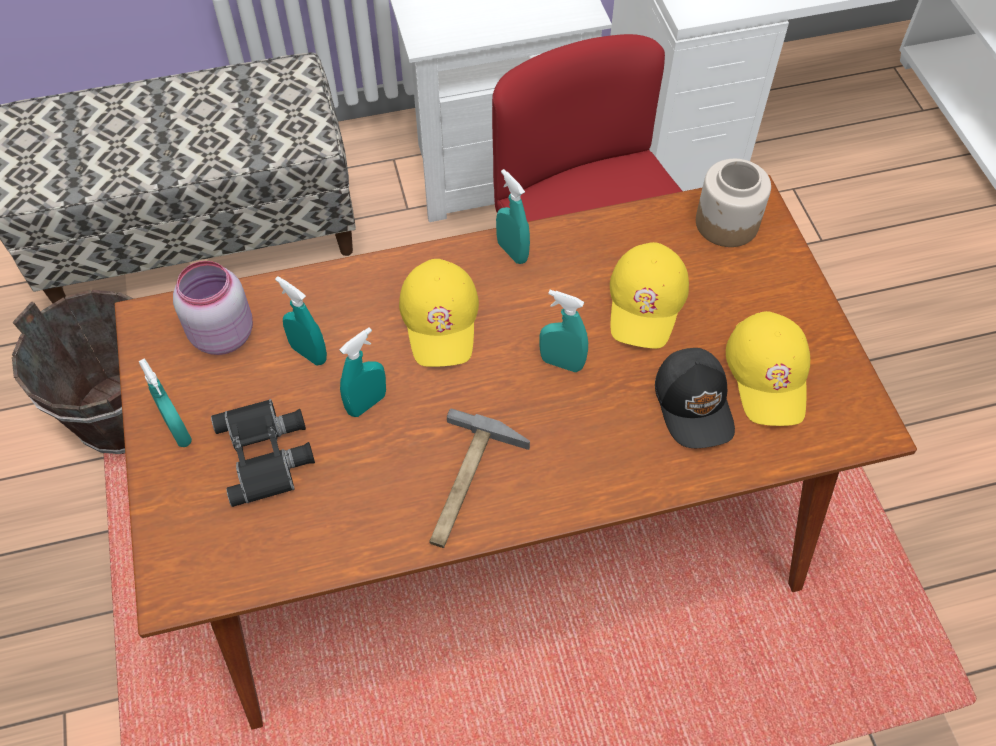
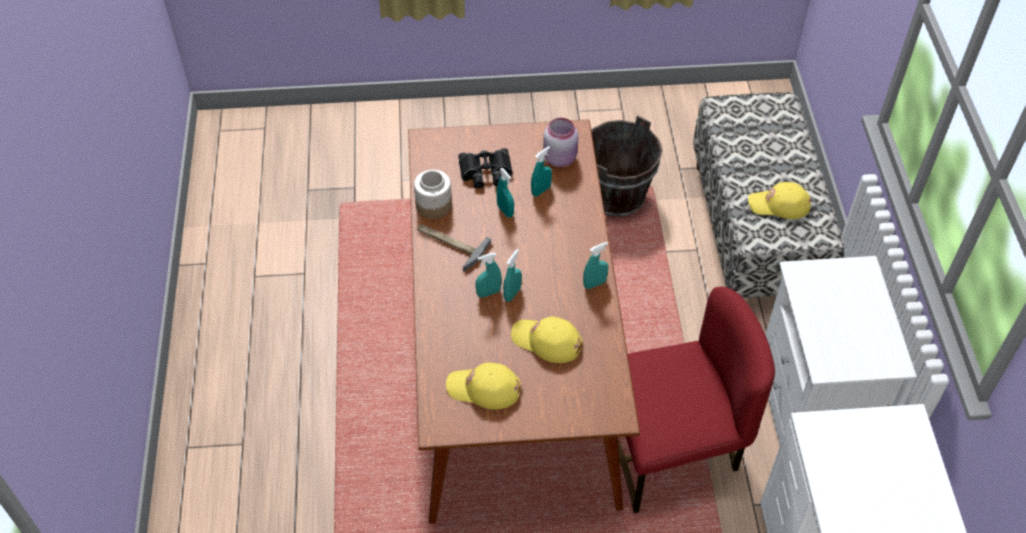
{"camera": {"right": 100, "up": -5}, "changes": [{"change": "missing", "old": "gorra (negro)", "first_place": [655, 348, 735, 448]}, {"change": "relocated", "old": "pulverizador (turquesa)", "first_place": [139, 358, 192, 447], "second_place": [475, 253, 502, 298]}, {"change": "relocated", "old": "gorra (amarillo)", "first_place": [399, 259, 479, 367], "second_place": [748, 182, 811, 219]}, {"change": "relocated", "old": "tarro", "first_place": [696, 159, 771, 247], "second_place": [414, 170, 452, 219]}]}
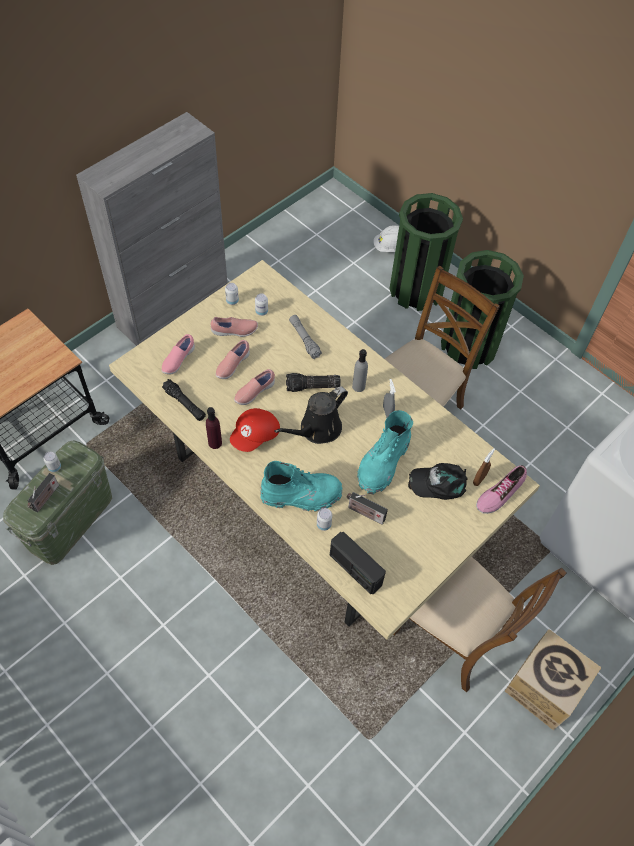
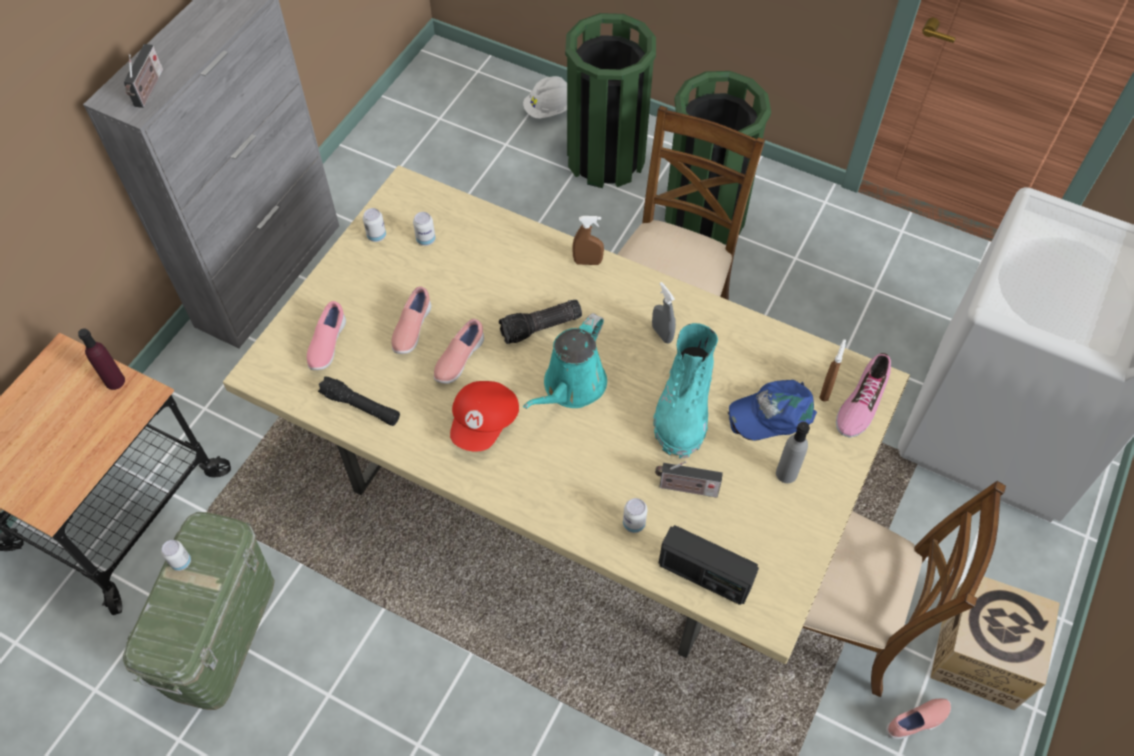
{"camera": {"right": -15, "up": 0}, "changes": [{"change": "missing", "old": "bota (turquesa)", "first_place": [260, 461, 342, 512]}, {"change": "missing", "old": "linterna (gris)", "first_place": [289, 315, 322, 359]}, {"change": "appeared", "new": "pulverizador (marrón)", "second_place": [572, 216, 604, 265]}, {"change": "relocated", "old": "radio", "first_place": [27, 473, 59, 513], "second_place": [124, 44, 163, 108]}, {"change": "relocated", "old": "botella (morado)", "first_place": [206, 407, 222, 449], "second_place": [78, 328, 125, 390]}, {"change": "relocated", "old": "zapato (rosa)", "first_place": [211, 317, 258, 337], "second_place": [886, 698, 951, 739]}, {"change": "relocated", "old": "botella (gris)", "first_place": [352, 349, 368, 392], "second_place": [776, 422, 810, 483]}, {"change": "colour", "old": "regadera (negro)", "new": "regadera (turquesa)", "first_place": [274, 386, 348, 444], "second_place": [523, 313, 607, 409]}, {"change": "colour", "old": "gorra (negro)", "new": "gorra (azul)", "first_place": [408, 463, 468, 500], "second_place": [728, 380, 817, 441]}]}
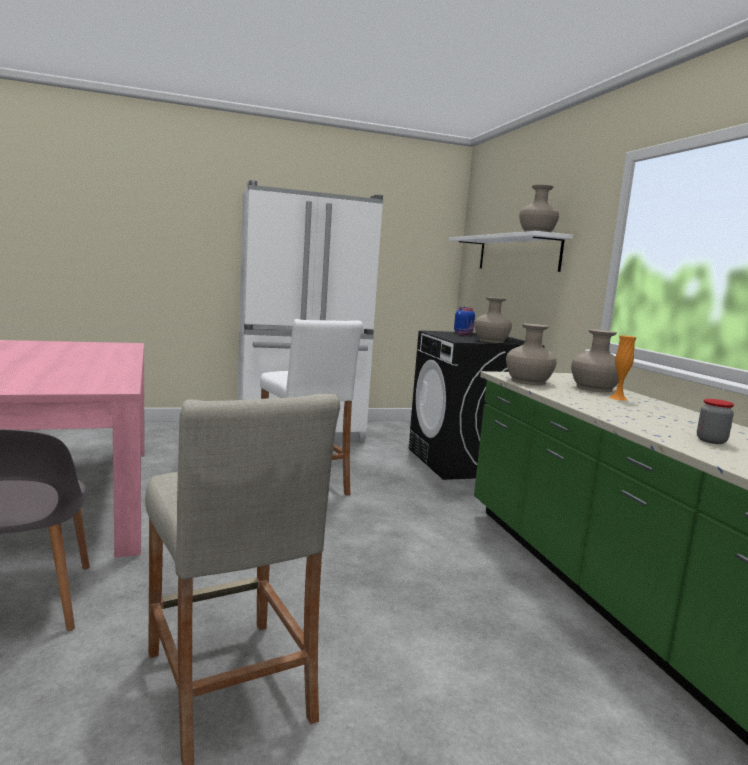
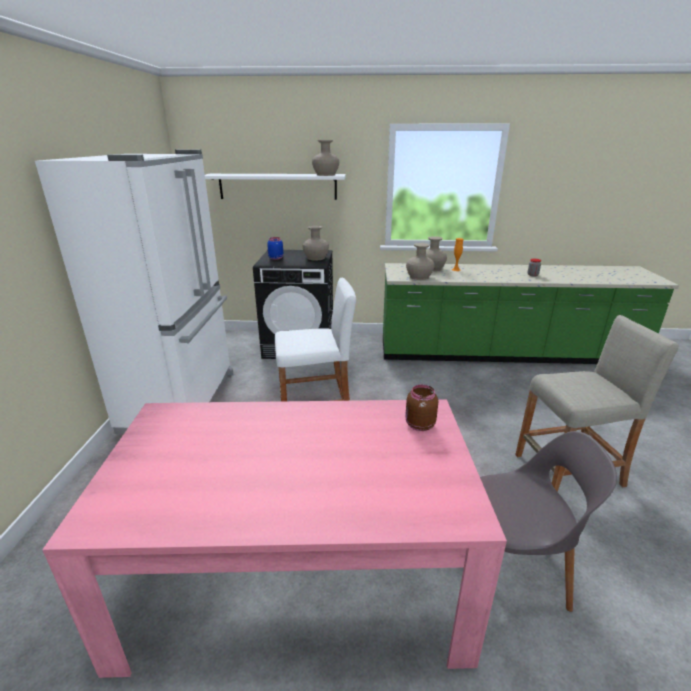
{"camera": {"right": -70, "up": 15}, "changes": [{"change": "appeared", "new": "tarro (marrón)", "second_place": [405, 385, 438, 431]}]}
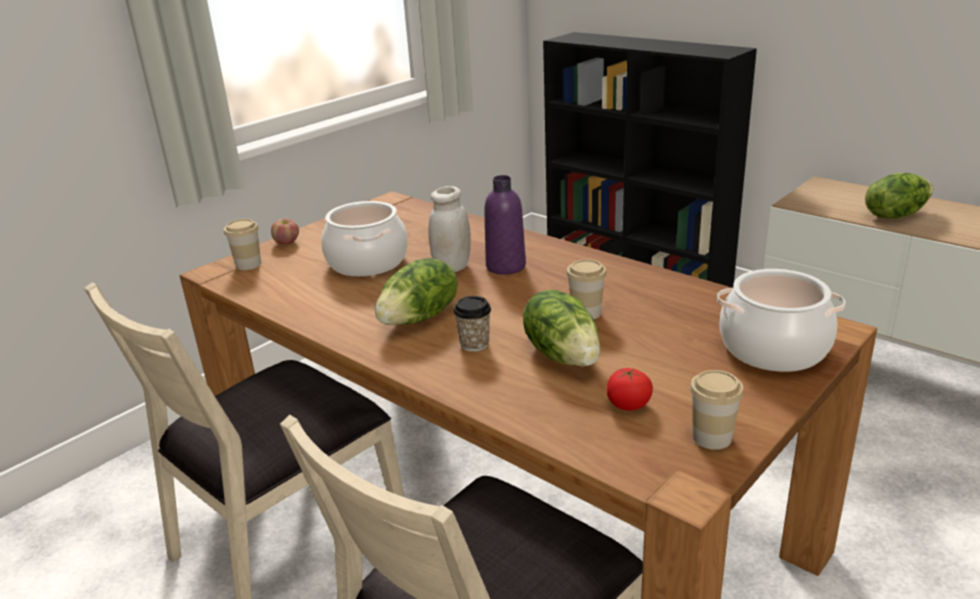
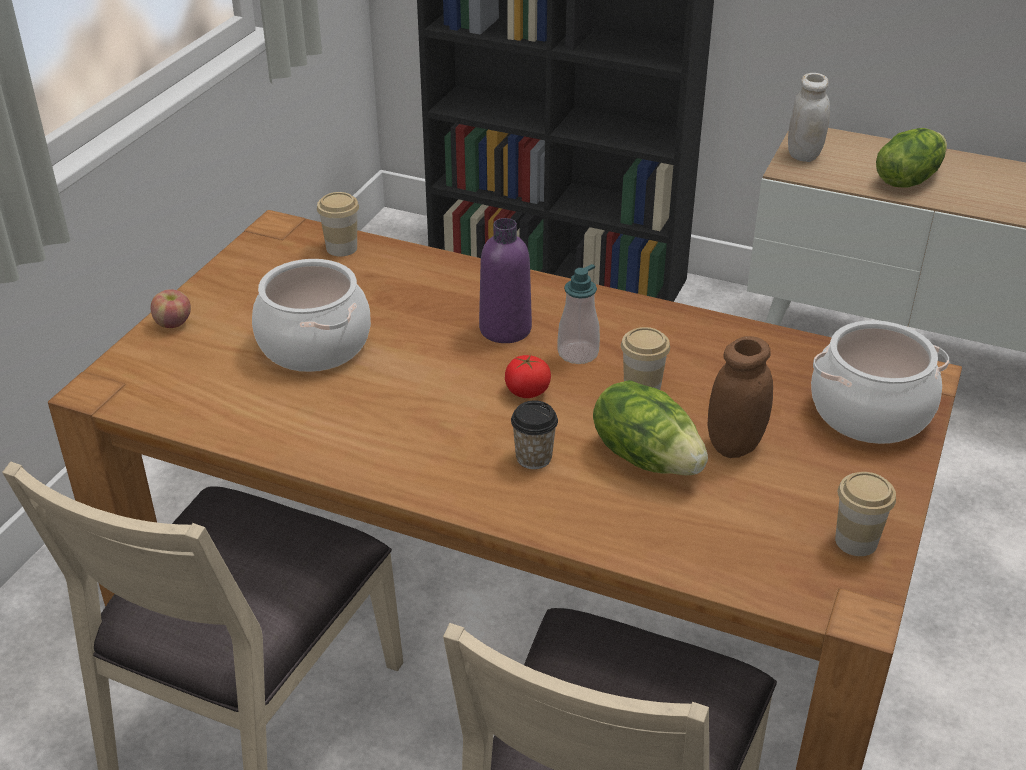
{"camera": {"right": -20, "up": 10}, "changes": [{"change": "missing", "old": "lechuga", "first_place": [375, 258, 458, 325]}, {"change": "appeared", "new": "dispensador de jabón", "second_place": [557, 264, 600, 364]}, {"change": "appeared", "new": "tarro (marrón)", "second_place": [707, 336, 773, 458]}, {"change": "relocated", "old": "taza", "first_place": [224, 219, 261, 270], "second_place": [317, 192, 359, 257]}, {"change": "relocated", "old": "tarro (blanco)", "first_place": [429, 186, 471, 272], "second_place": [788, 73, 830, 162]}, {"change": "relocated", "old": "tomate", "first_place": [607, 368, 653, 411], "second_place": [505, 355, 551, 398]}]}
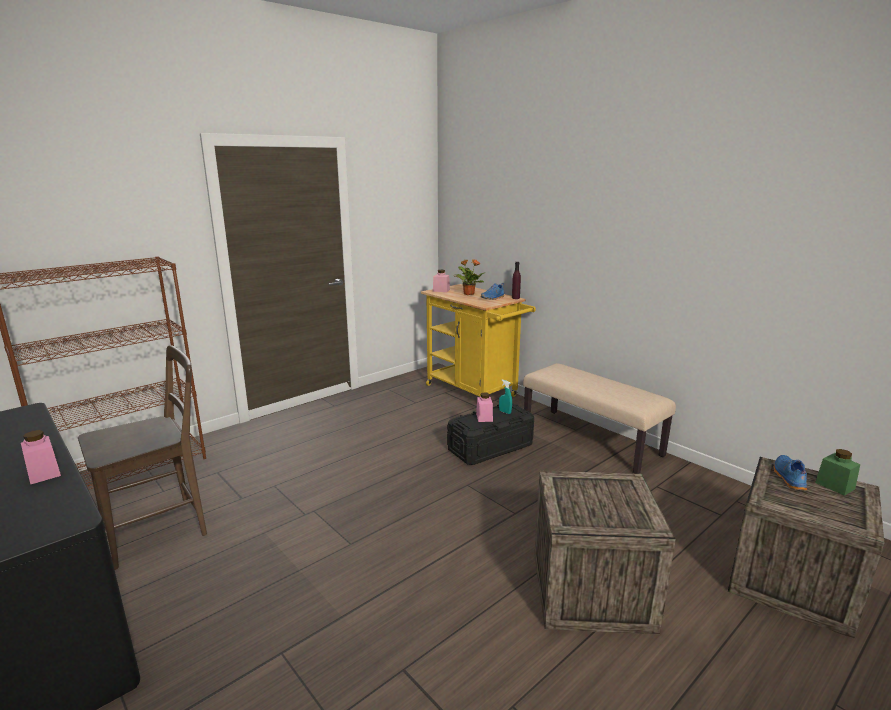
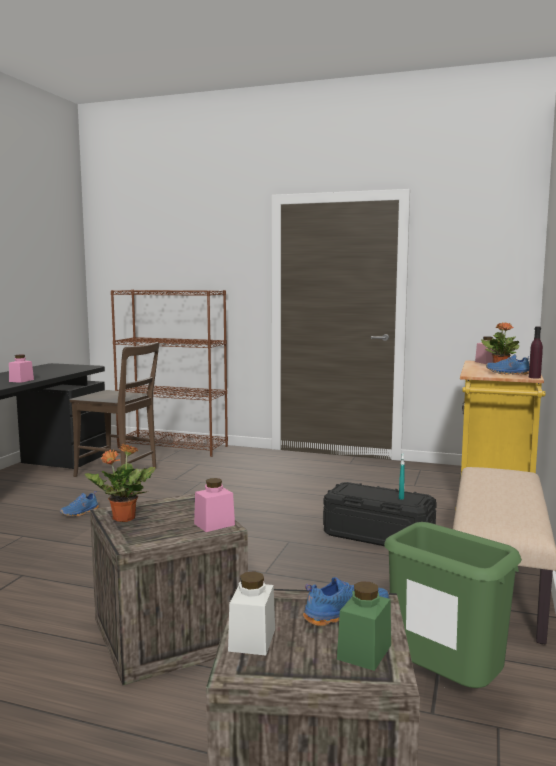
{"camera": {"right": 60, "up": -10}, "changes": [{"change": "appeared", "new": "zapato (azul)", "second_place": [60, 491, 99, 517]}, {"change": "appeared", "new": "planta en maceta", "second_place": [85, 444, 156, 522]}, {"change": "appeared", "new": "tarro (blanco)", "second_place": [228, 571, 275, 656]}, {"change": "appeared", "new": "papelera (verde)", "second_place": [384, 522, 522, 688]}, {"change": "relocated", "old": "tarro (rosa)", "first_place": [476, 392, 493, 422], "second_place": [194, 478, 235, 532]}]}
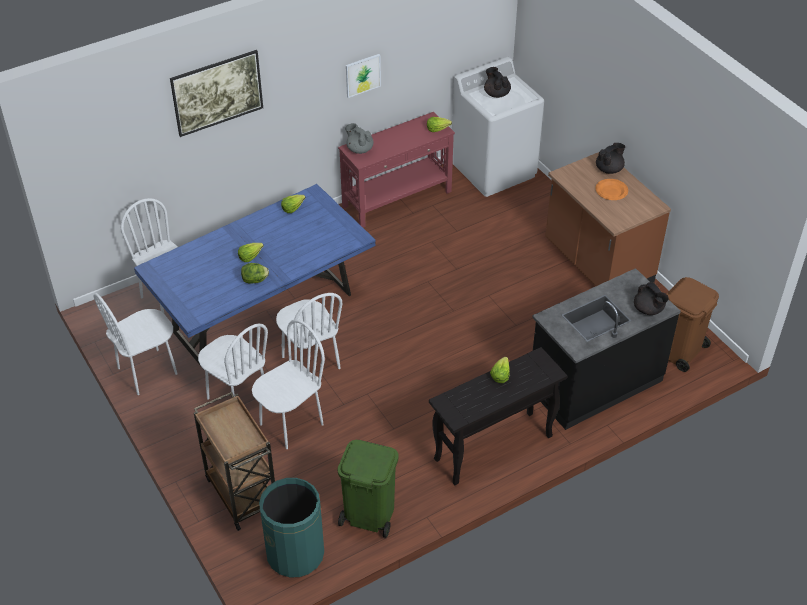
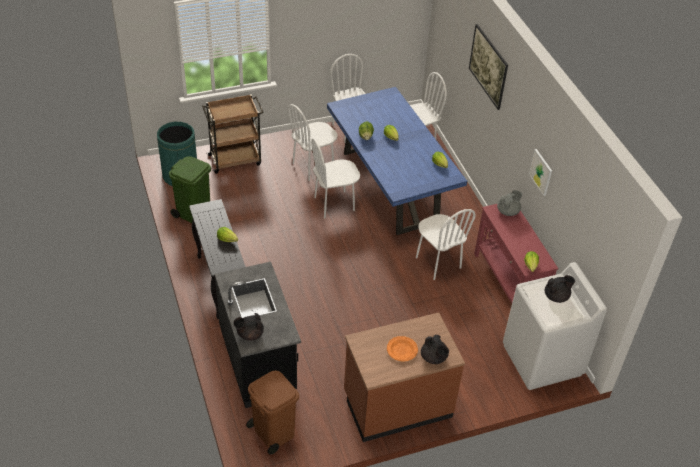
{"camera": {"right": 100, "up": 0}, "changes": [{"change": "relocated", "old": "silla (blanco)", "first_place": [252, 319, 325, 449], "second_place": [416, 209, 476, 280]}]}
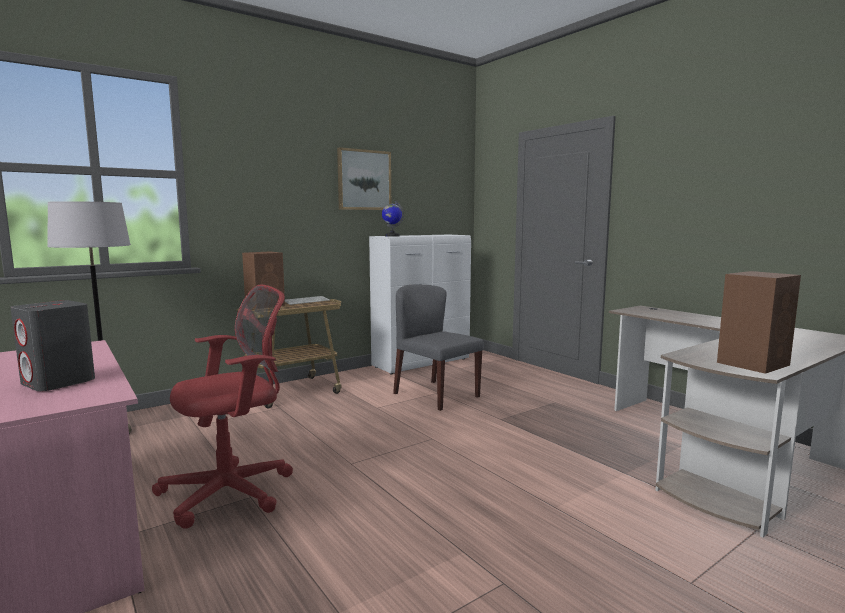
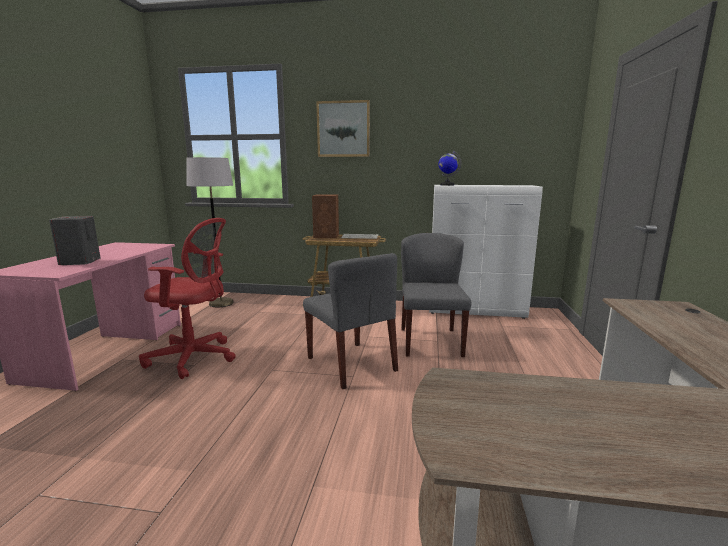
{"camera": {"right": 45, "up": 5}, "changes": [{"change": "missing", "old": "altavoz (marrón)", "first_place": [717, 271, 801, 374]}, {"change": "appeared", "new": "silla (gris)", "second_place": [303, 253, 398, 389]}, {"change": "relocated", "old": "cuadro", "first_place": [337, 147, 391, 210], "second_place": [316, 100, 370, 157]}]}
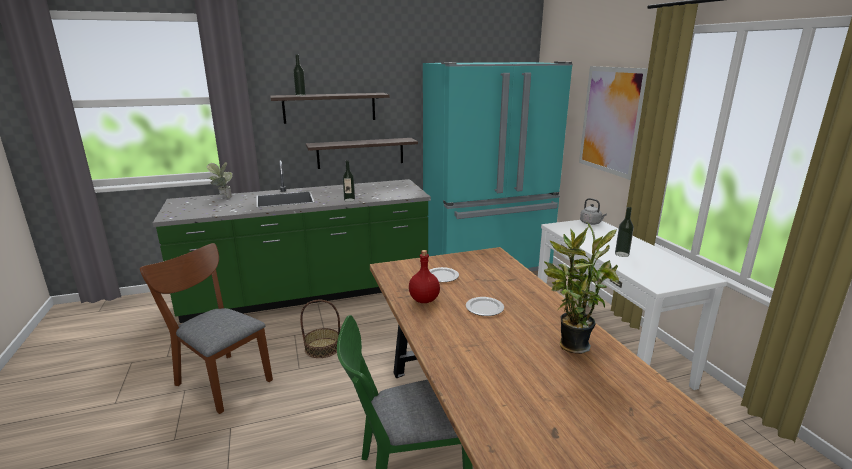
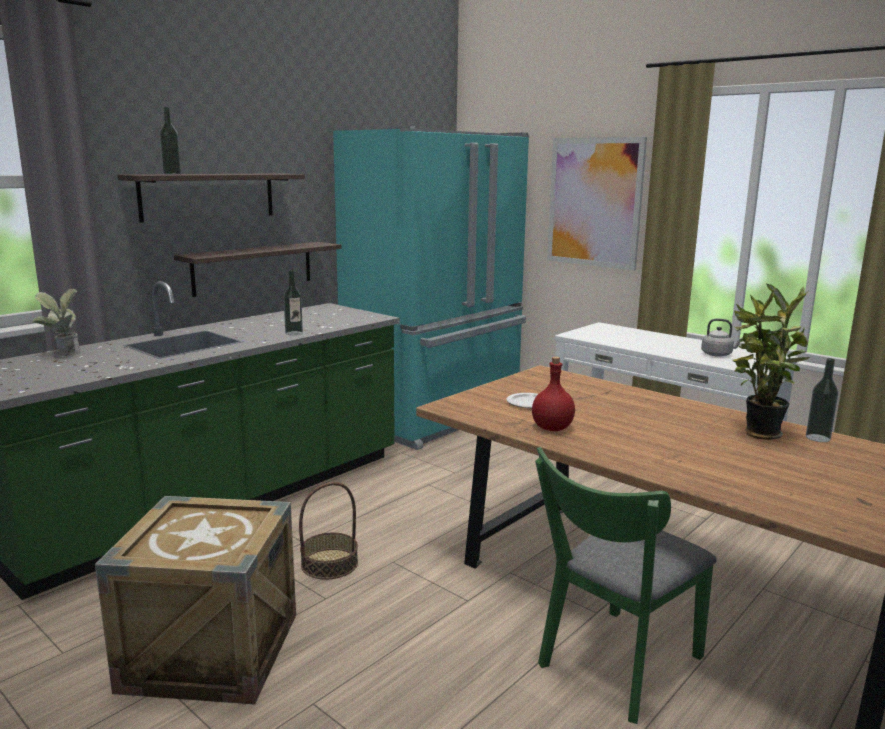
{"camera": {"right": -30, "up": -5}, "changes": [{"change": "missing", "old": "plato", "first_place": [466, 297, 504, 316]}, {"change": "relocated", "old": "hervidor (gris)", "first_place": [580, 198, 607, 225], "second_place": [701, 319, 743, 357]}, {"change": "relocated", "old": "botella", "first_place": [615, 207, 634, 257], "second_place": [806, 358, 838, 442]}, {"change": "exchanged", "old": "silla (marrón)", "new": "caja de embalaje", "first_place": [140, 243, 273, 414], "second_place": [95, 496, 296, 705]}]}
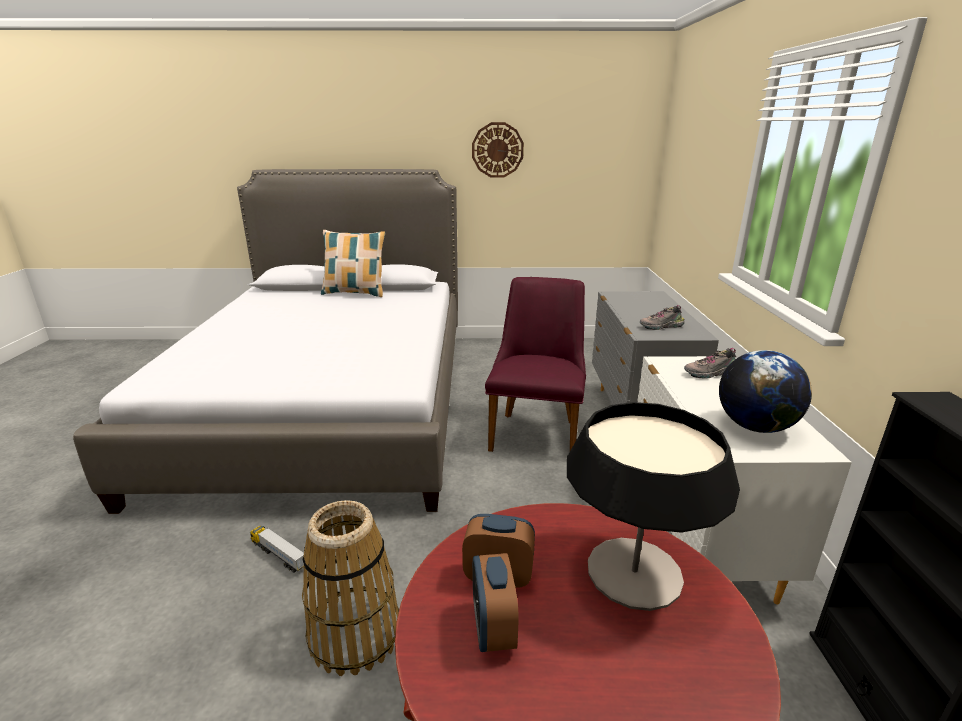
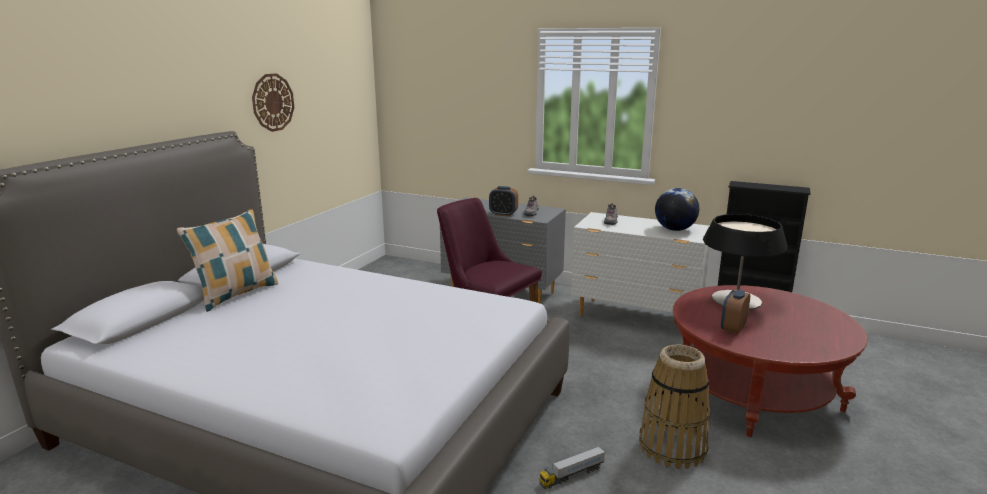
{"camera": {"right": -65, "up": -5}, "changes": [{"change": "relocated", "old": "despertador", "first_place": [473, 553, 519, 652], "second_place": [489, 186, 518, 216]}]}
